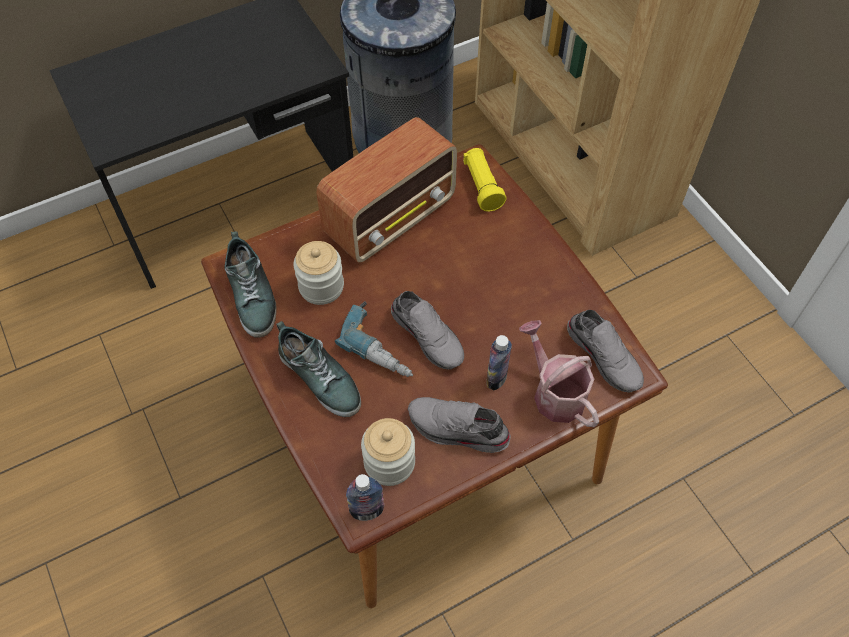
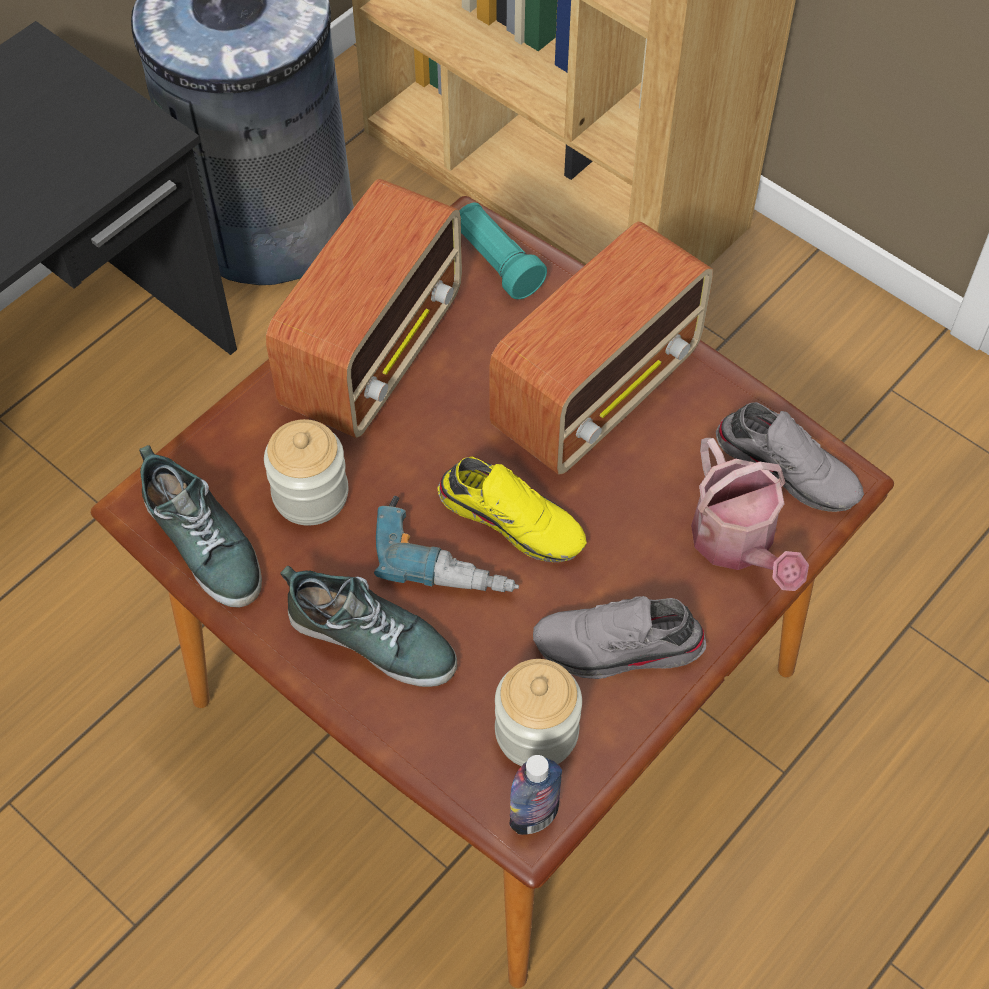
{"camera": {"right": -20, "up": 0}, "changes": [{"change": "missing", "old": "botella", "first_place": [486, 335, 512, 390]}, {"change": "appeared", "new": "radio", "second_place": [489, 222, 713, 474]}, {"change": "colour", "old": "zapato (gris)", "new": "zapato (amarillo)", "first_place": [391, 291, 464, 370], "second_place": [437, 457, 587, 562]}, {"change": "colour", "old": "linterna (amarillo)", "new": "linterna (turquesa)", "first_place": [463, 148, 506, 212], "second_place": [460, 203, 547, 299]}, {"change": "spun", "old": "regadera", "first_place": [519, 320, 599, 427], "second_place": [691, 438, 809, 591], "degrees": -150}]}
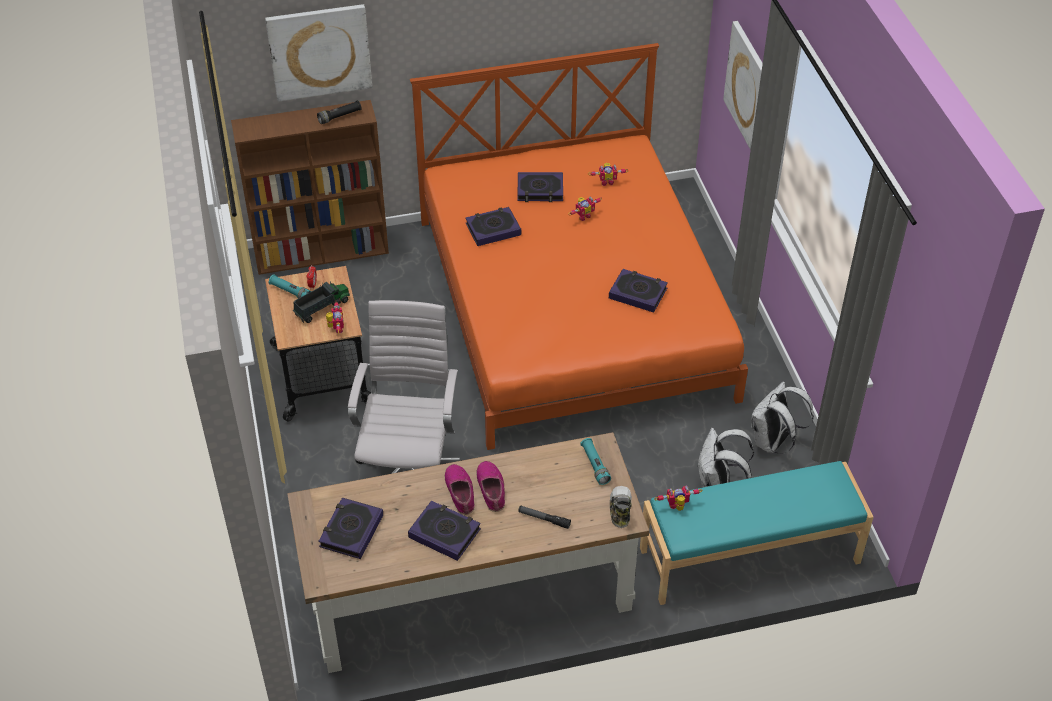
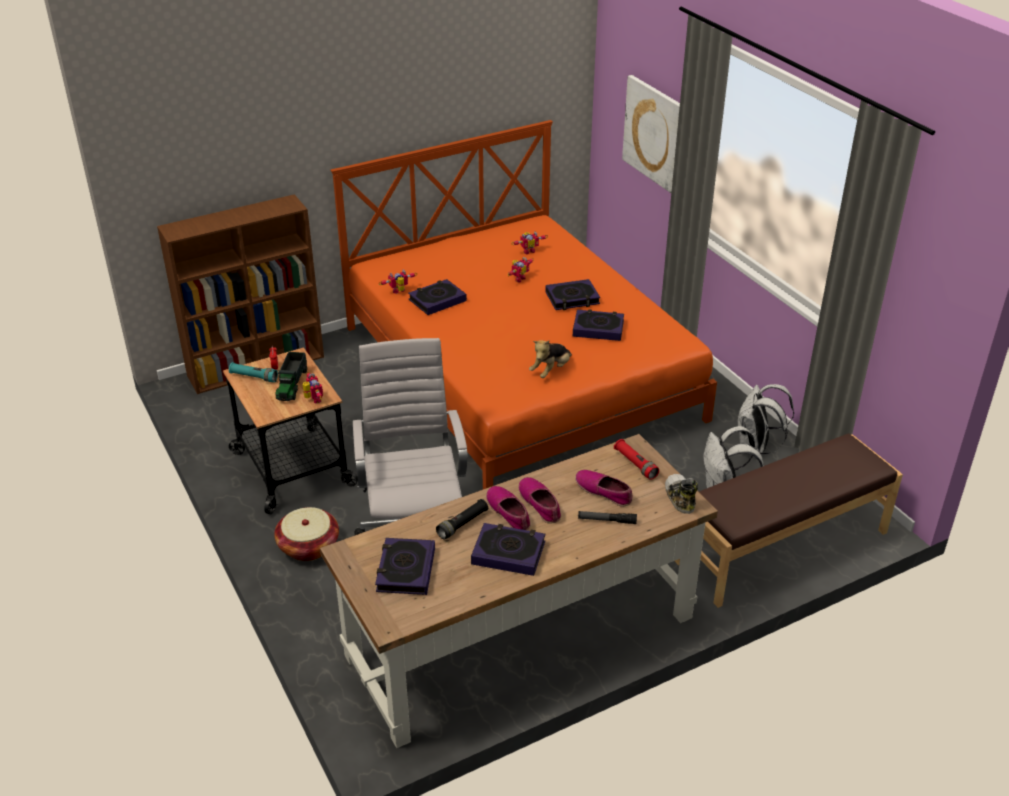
{"camera": {"right": -15, "up": -10}, "changes": [{"change": "missing", "old": "cuadro", "first_place": [265, 4, 372, 102]}, {"change": "appeared", "new": "cesta", "second_place": [274, 507, 339, 561]}, {"change": "appeared", "new": "peluche", "second_place": [529, 340, 572, 378]}, {"change": "appeared", "new": "zapato", "second_place": [575, 470, 633, 507]}, {"change": "relocated", "old": "linterna (negro)", "first_place": [317, 100, 362, 124], "second_place": [436, 499, 488, 539]}, {"change": "relocated", "old": "libro", "first_place": [517, 172, 563, 202], "second_place": [545, 279, 600, 310]}, {"change": "relocated", "old": "robot de juguete", "first_place": [654, 486, 702, 511], "second_place": [379, 270, 417, 294]}, {"change": "colour", "old": "linterna (turquesa)", "new": "linterna (rojo)", "first_place": [580, 438, 611, 485], "second_place": [614, 439, 659, 480]}, {"change": "colour", "old": "banco (turquesa)", "new": "banco (marrón)", "first_place": [640, 461, 873, 605], "second_place": [675, 433, 903, 608]}, {"change": "spun", "old": "camión de juguete", "first_place": [293, 281, 350, 323], "second_place": [275, 352, 307, 401], "degrees": 150}]}
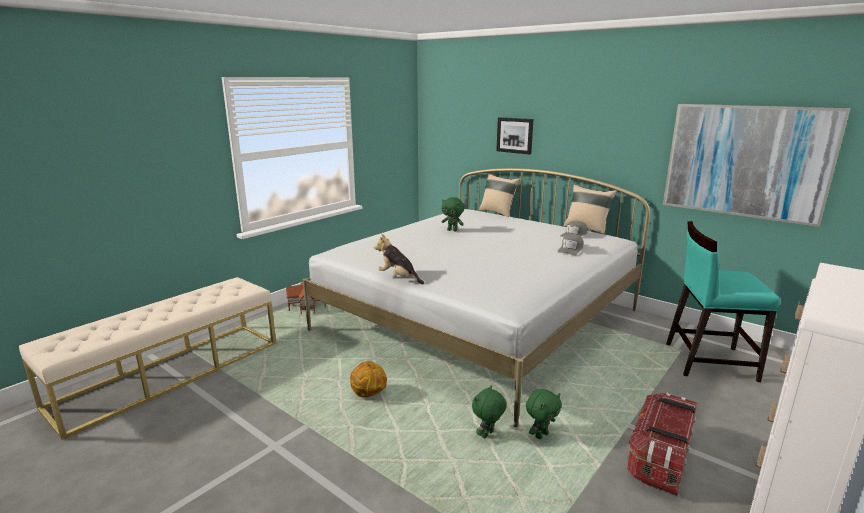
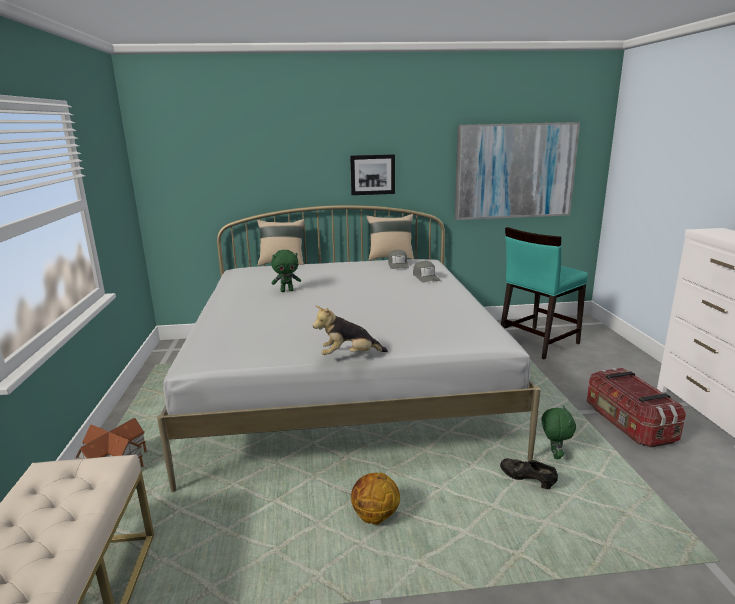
{"camera": {"right": -45, "up": 0}, "changes": [{"change": "relocated", "old": "cuadro", "first_place": [496, 117, 534, 155], "second_place": [350, 154, 395, 195]}, {"change": "exchanged", "old": "peluche (verde)", "new": "zapato (negro)", "first_place": [472, 385, 507, 438], "second_place": [500, 458, 558, 490]}]}
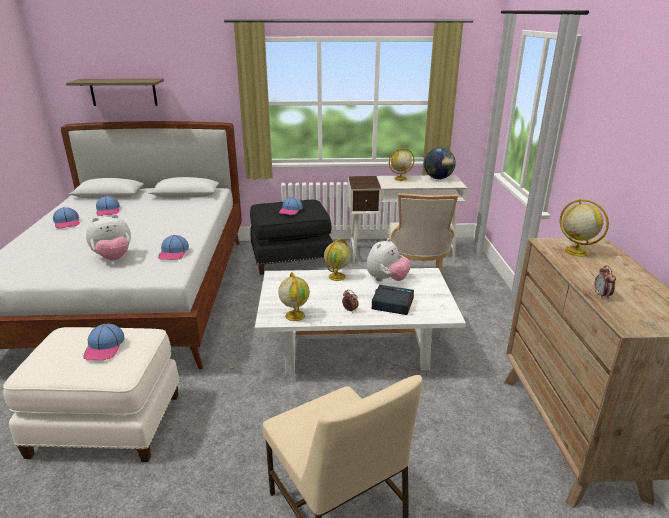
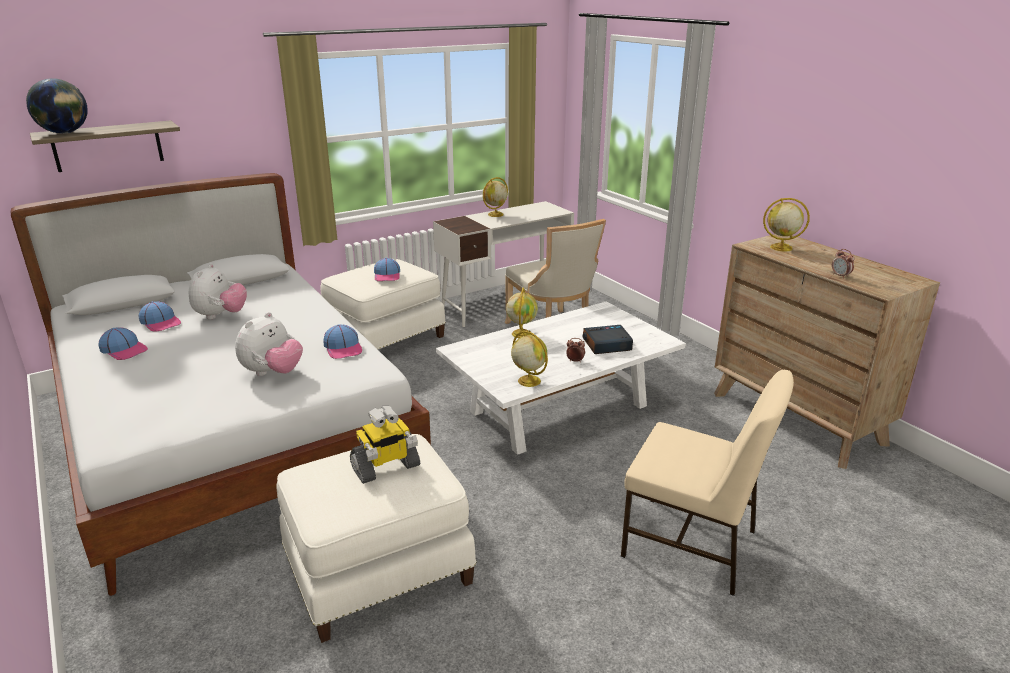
{"camera": {"right": -30, "up": 0}, "changes": [{"change": "relocated", "old": "peluche", "first_place": [366, 238, 411, 282], "second_place": [189, 264, 247, 319]}, {"change": "relocated", "old": "globo terráqueo", "first_place": [424, 148, 456, 179], "second_place": [26, 78, 88, 134]}, {"change": "exchanged", "old": "gorra", "new": "robot de juguete", "first_place": [84, 323, 125, 360], "second_place": [350, 406, 420, 484]}, {"change": "colour", "old": "puf (negro)", "new": "puf (blanco)", "first_place": [250, 200, 333, 275], "second_place": [320, 259, 446, 349]}]}
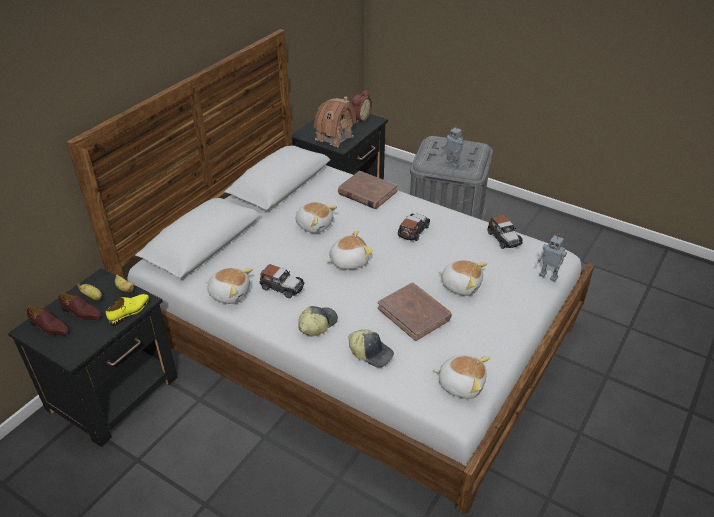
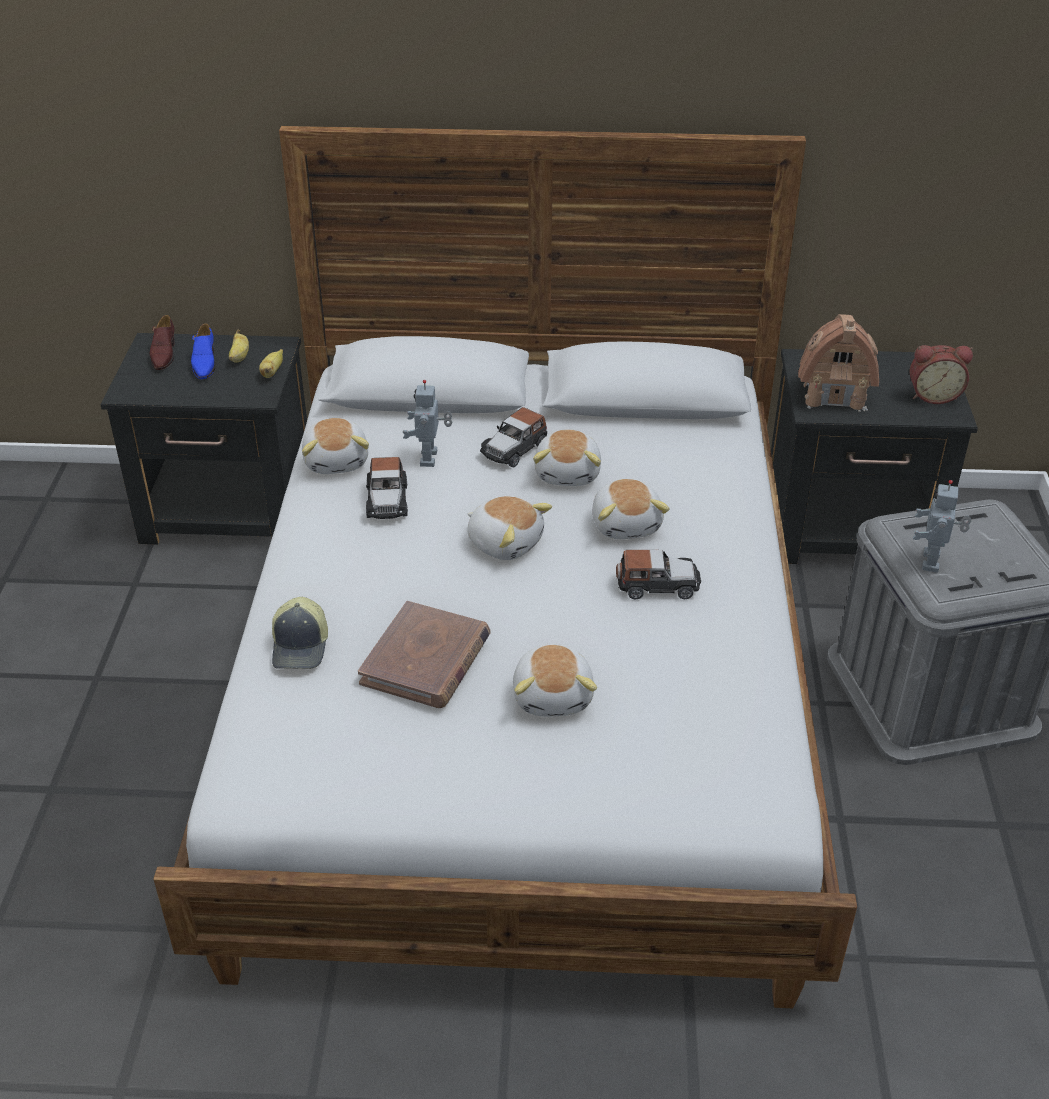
{"camera": {"right": 60, "up": 0}, "changes": [{"change": "missing", "old": "zapato (amarillo)", "first_place": [106, 294, 149, 326]}, {"change": "missing", "old": "gorra", "first_place": [298, 306, 338, 337]}, {"change": "missing", "old": "libro (marrón)", "first_place": [338, 171, 397, 209]}, {"change": "relocated", "old": "peluche", "first_place": [433, 355, 490, 399], "second_place": [592, 479, 670, 539]}, {"change": "relocated", "old": "coche de juguete", "first_place": [488, 215, 523, 249], "second_place": [480, 407, 547, 467]}, {"change": "relocated", "old": "robot de juguete", "first_place": [538, 233, 567, 282], "second_place": [403, 380, 452, 467]}, {"change": "colour", "old": "zapato (marrón)", "new": "zapato (azul)", "first_place": [59, 292, 102, 320], "second_place": [191, 323, 216, 379]}]}
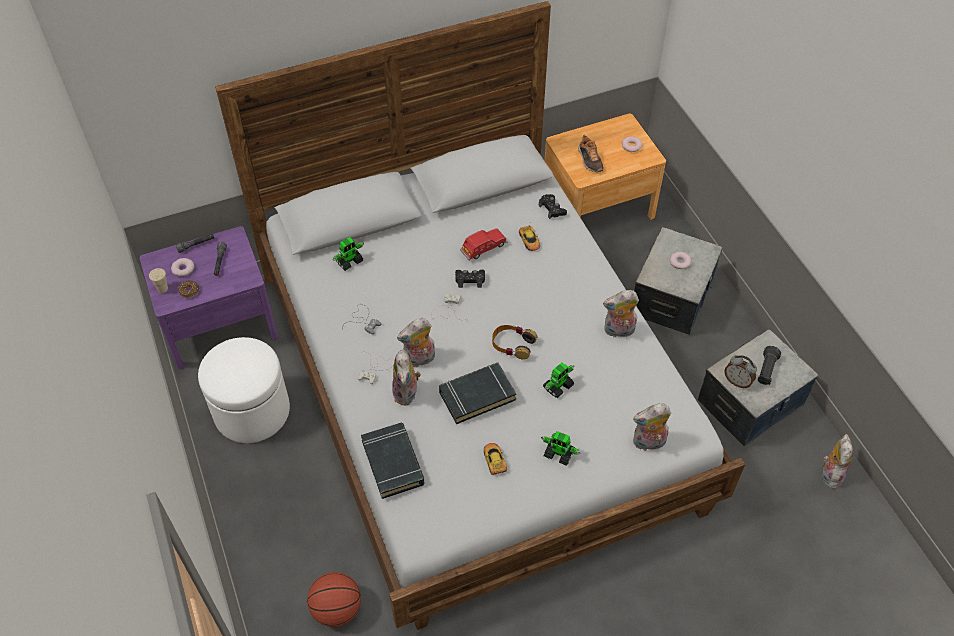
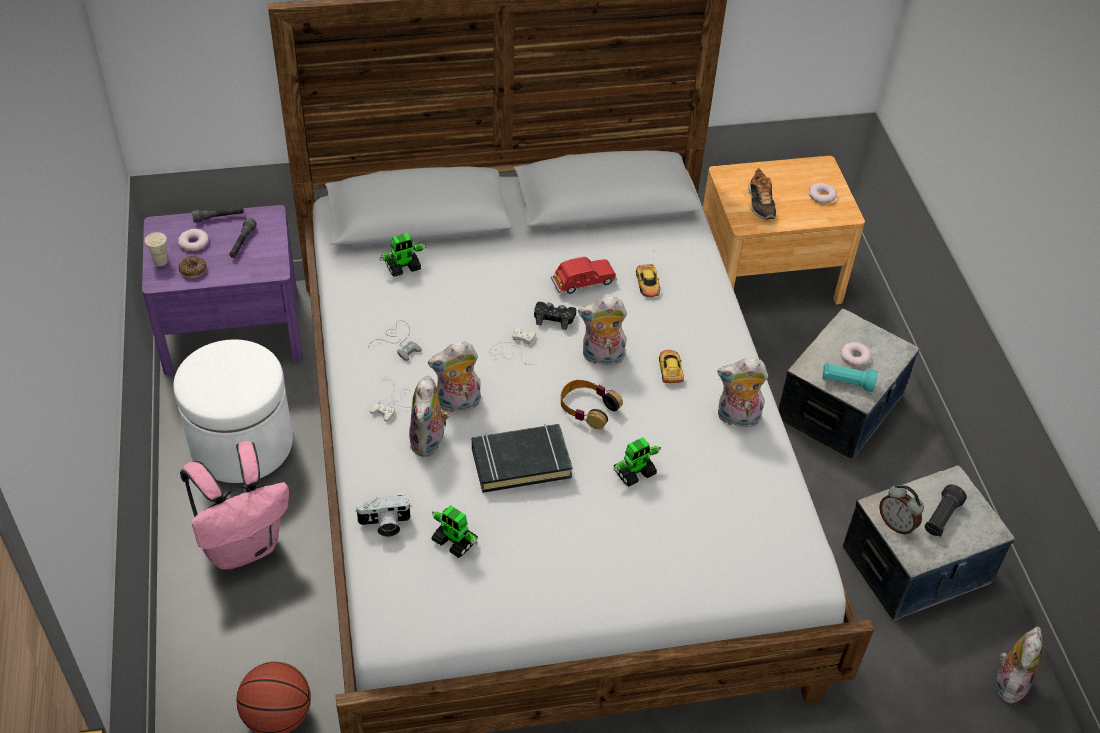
{"camera": {"right": 10, "up": -5}, "changes": [{"change": "missing", "old": "mando de consola (negro)", "first_place": [539, 194, 567, 219]}, {"change": "appeared", "new": "mochila (rosa)", "second_place": [180, 441, 289, 569]}, {"change": "appeared", "new": "linterna (turquesa)", "second_place": [822, 363, 878, 392]}, {"change": "relocated", "old": "coche de juguete", "first_place": [484, 443, 507, 475], "second_place": [659, 350, 684, 383]}, {"change": "relocated", "old": "robot de juguete", "first_place": [541, 431, 580, 466], "second_place": [431, 505, 478, 558]}, {"change": "relocated", "old": "peluche", "first_place": [633, 403, 671, 451], "second_place": [578, 297, 627, 367]}, {"change": "exchanged", "old": "libro (negro)", "new": "cámara", "first_place": [361, 423, 424, 499], "second_place": [355, 495, 412, 537]}]}
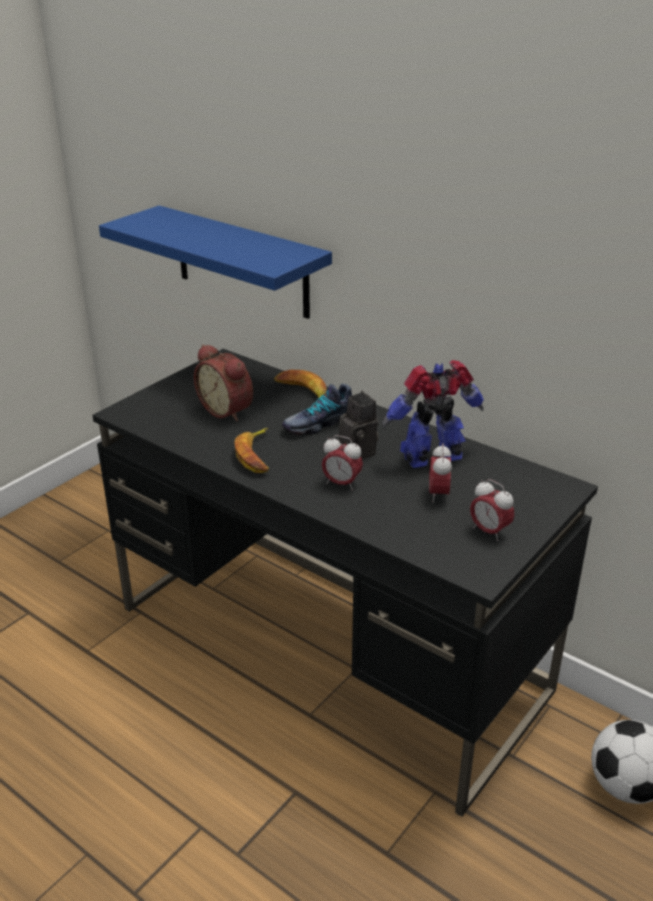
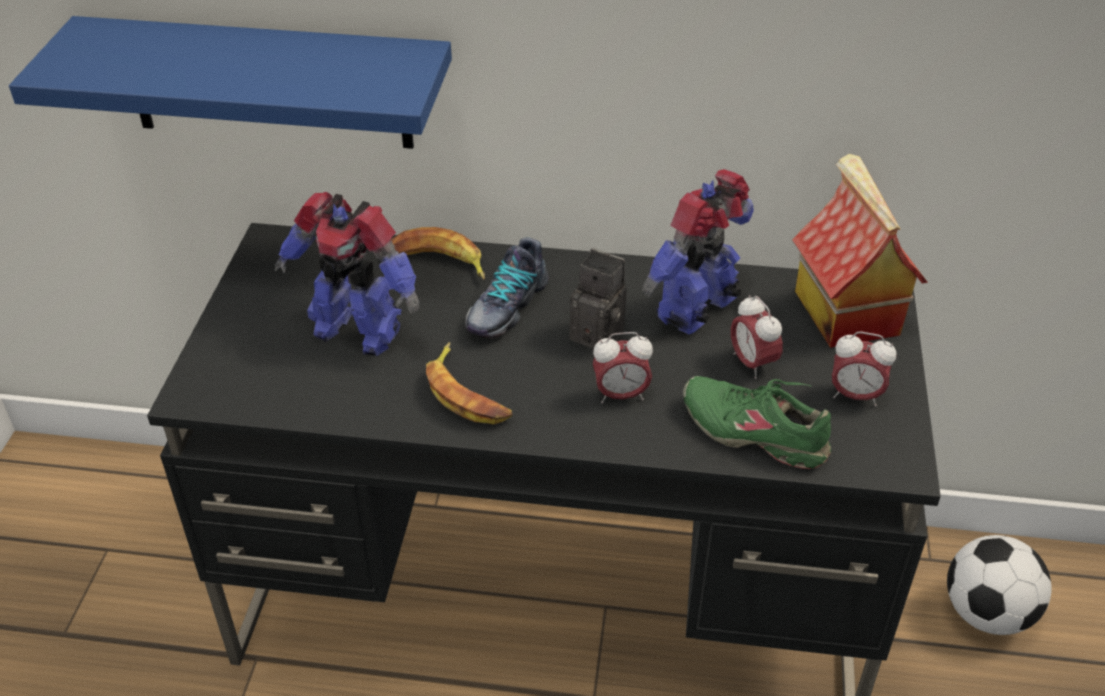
{"camera": {"right": -30, "up": 10}, "changes": [{"change": "appeared", "new": "zapato (verde)", "second_place": [683, 376, 831, 469]}, {"change": "appeared", "new": "casita", "second_place": [792, 154, 928, 348]}, {"change": "exchanged", "old": "despertador", "new": "robot de juguete", "first_place": [194, 344, 253, 422], "second_place": [275, 192, 419, 356]}]}
